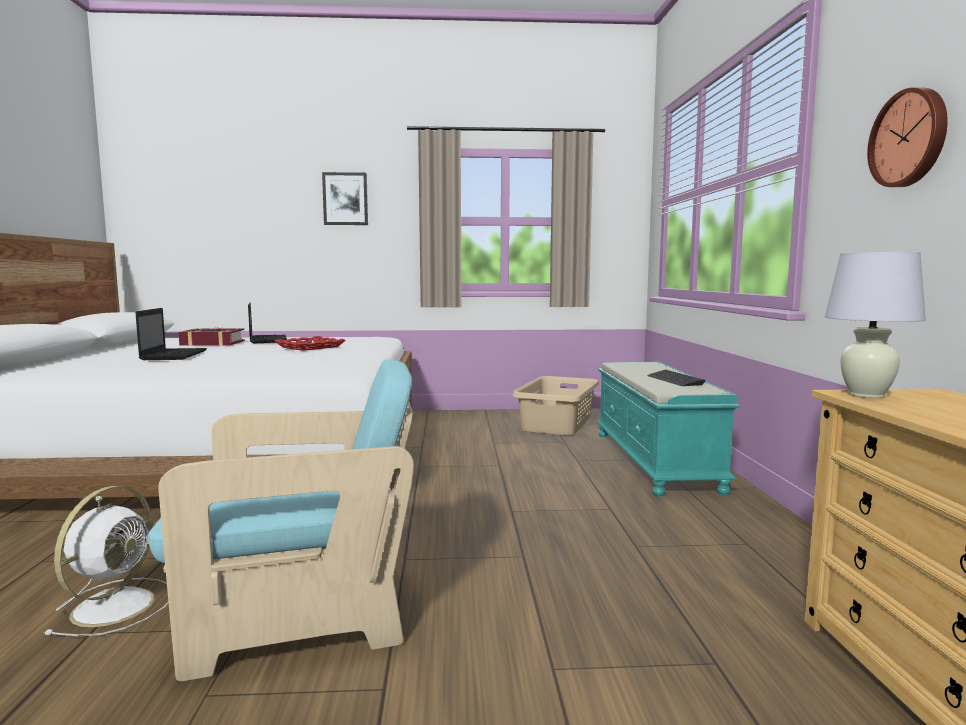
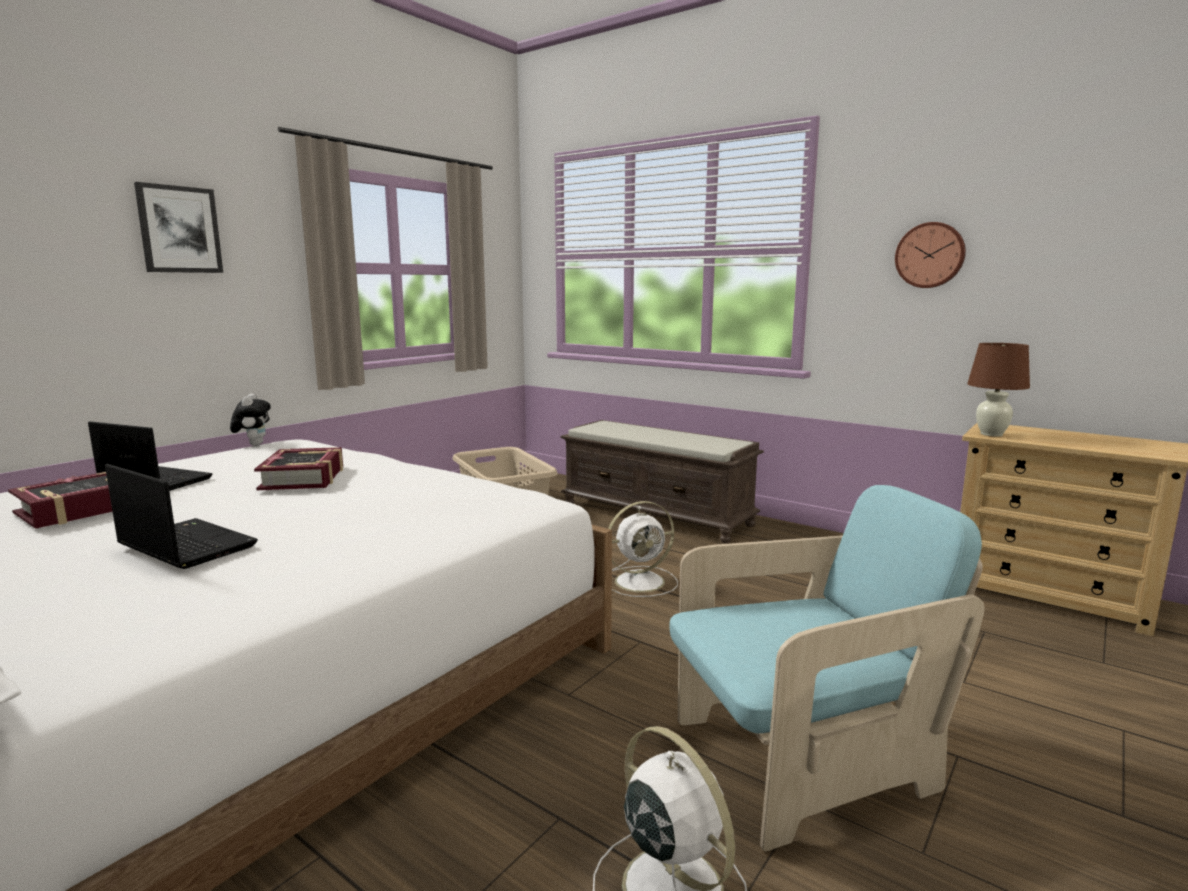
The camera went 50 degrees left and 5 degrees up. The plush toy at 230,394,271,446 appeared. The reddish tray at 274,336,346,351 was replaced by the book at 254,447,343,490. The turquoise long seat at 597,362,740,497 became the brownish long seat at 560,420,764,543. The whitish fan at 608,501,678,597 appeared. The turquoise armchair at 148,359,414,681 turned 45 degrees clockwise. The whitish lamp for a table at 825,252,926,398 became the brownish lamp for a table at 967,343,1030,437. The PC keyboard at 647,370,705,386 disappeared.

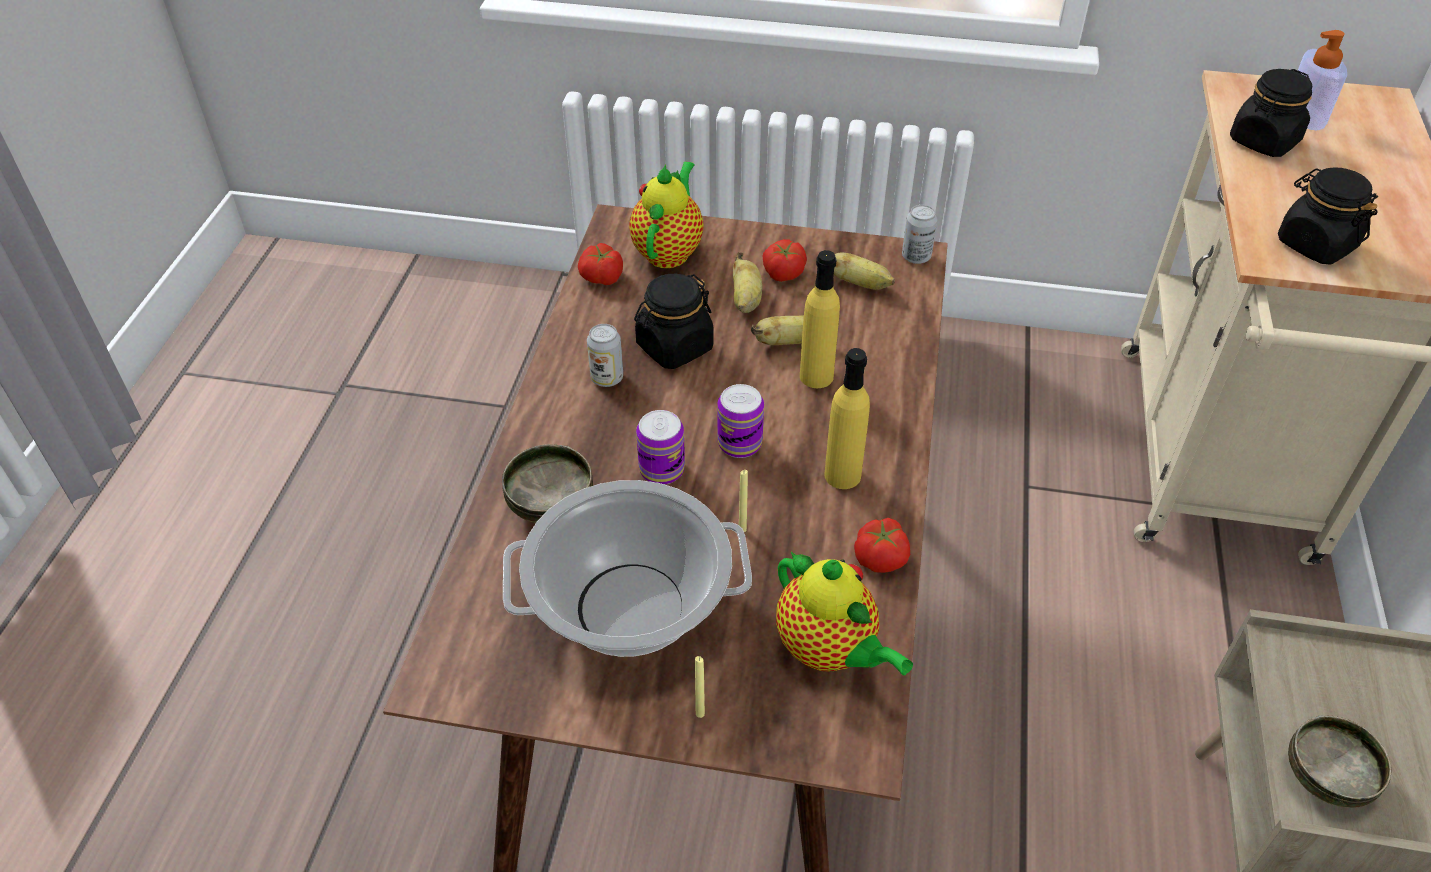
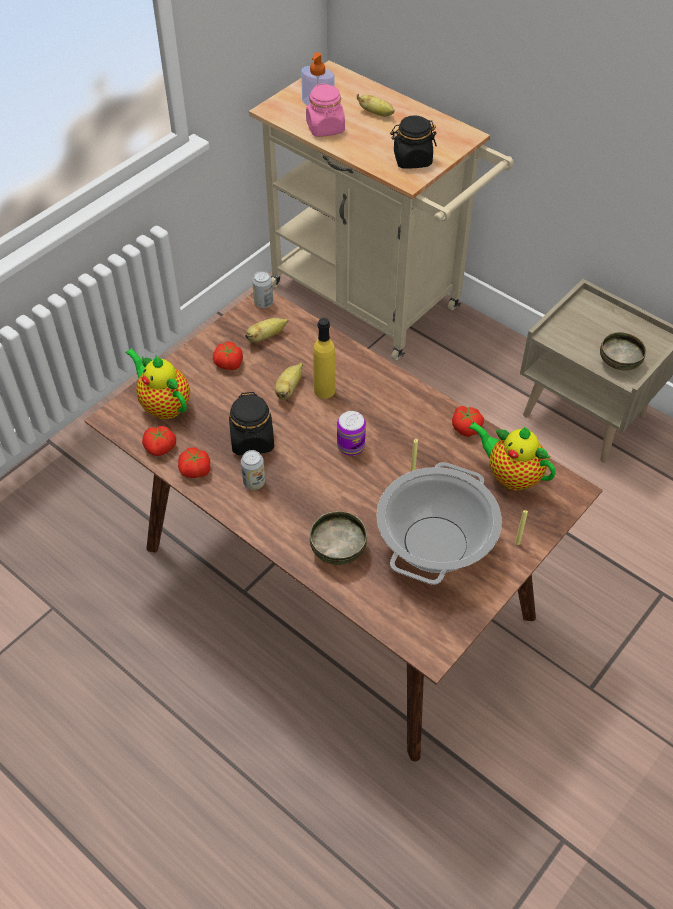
The camera went 60 degrees left and 5 degrees up. The tomato at 178,447,210,478 appeared. The black jar at 1230,69,1312,157 became the pink-coloured jar at 306,83,345,137. The banana fruit moved from 733,252,762,313 to 357,94,395,117. The pot for tea at 776,552,913,675 turned 135 degrees counterclockwise. The sealed can at 636,410,685,485 disappeared. The yellow beverage bottle at 824,348,870,489 disappeared.

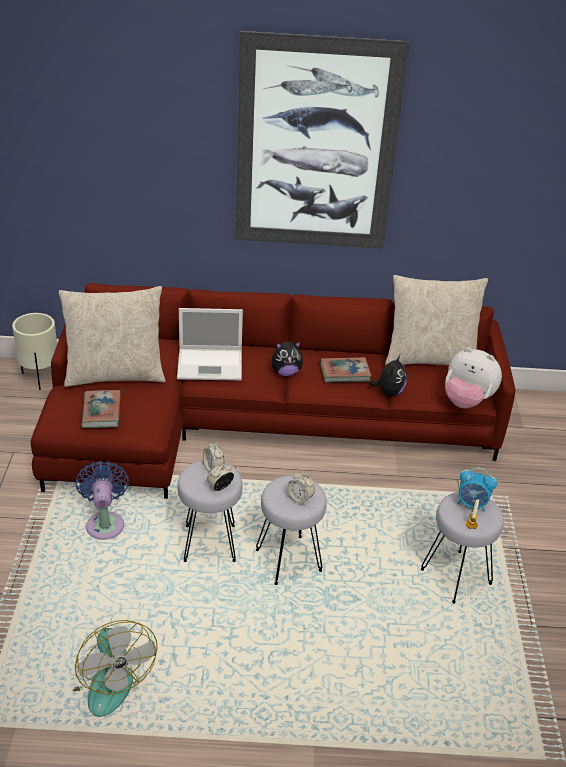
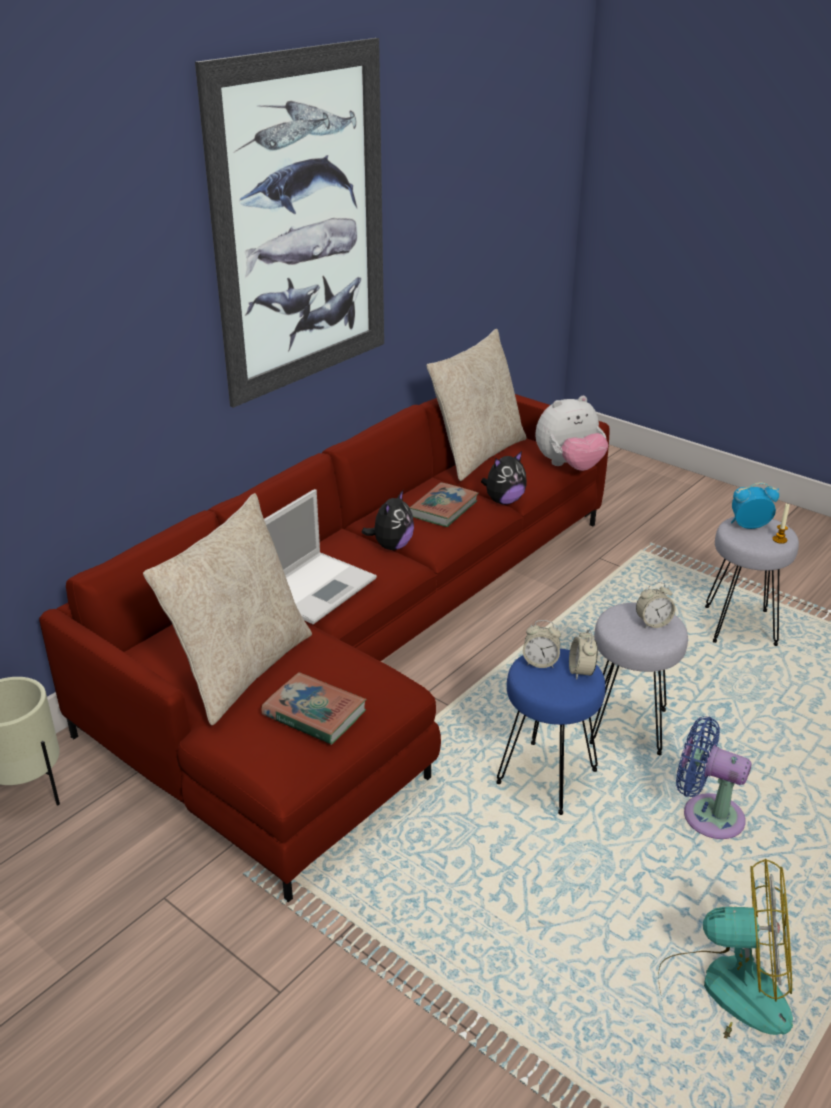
The camera went 50 degrees left and 5 degrees down. The plush toy at 369,355,407,397 turned 90 degrees clockwise. The grey stool at 177,460,243,562 became the bluish stool at 496,649,606,815. The bluish fan moved from 76,461,129,540 to 676,716,752,839. The table clock at 457,468,497,512 turned 150 degrees counterclockwise.

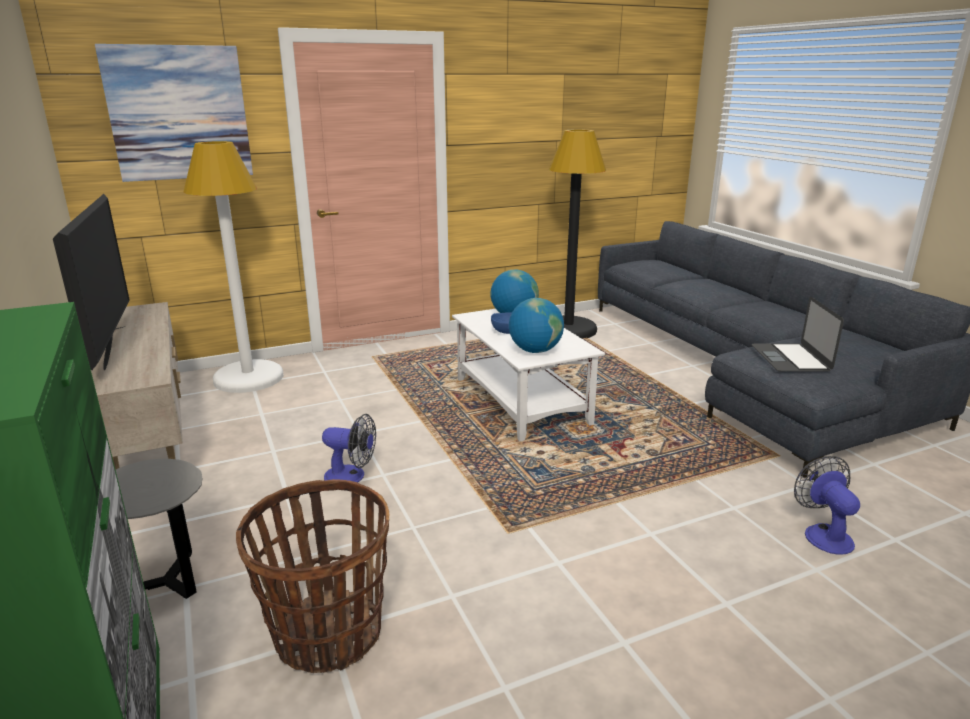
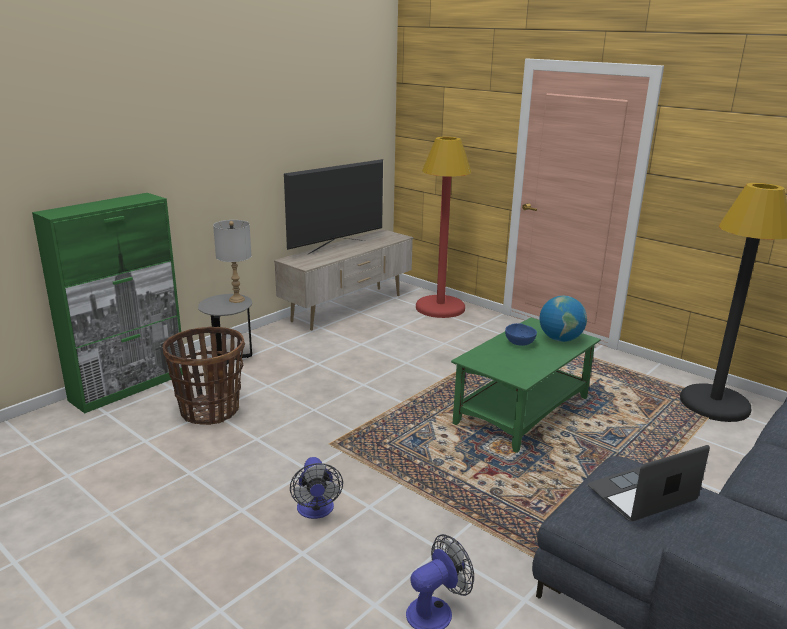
The camera went 65 degrees right and 0 degrees up. The grey lamp for a table at 213,220,252,303 appeared. The fan moved from 322,414,376,482 to 290,457,343,519. The whitish standing lamp at 184,141,283,393 became the reddish standing lamp at 416,137,472,318. The whitish low table at 452,309,605,441 became the green low table at 451,317,601,453. The wall picture at 95,44,253,182 disappeared. The desk globe at 509,298,564,353 disappeared.

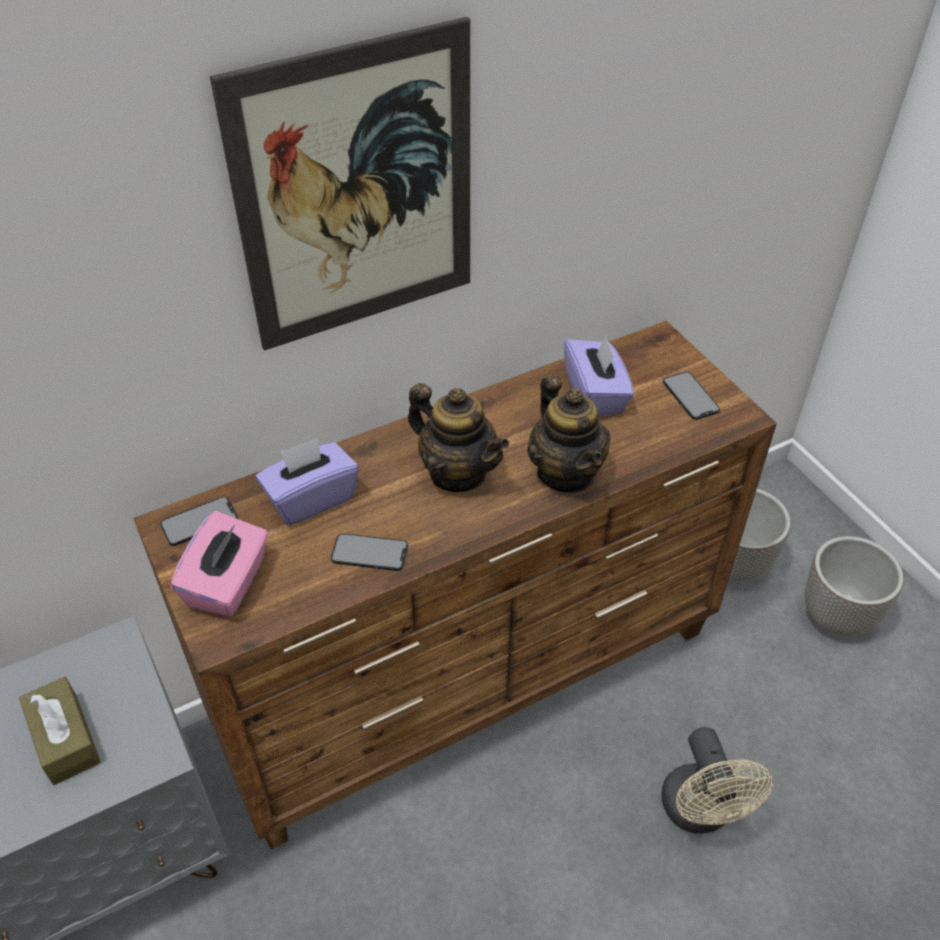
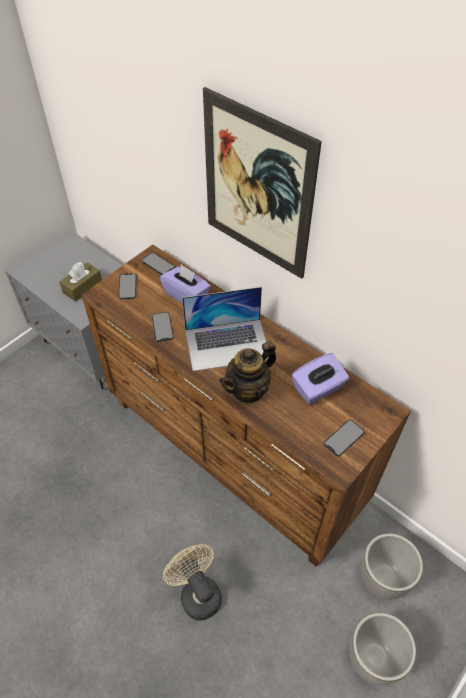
The camera went 70 degrees right and 5 degrees up. The pink-coloured tissue box at 171,511,268,617 was replaced by the telephone at 119,273,137,299. The sand-coloured fan at 661,727,773,834 turned 90 degrees clockwise. The pot for tea at 408,383,509,492 was replaced by the portable computer at 182,287,268,371.

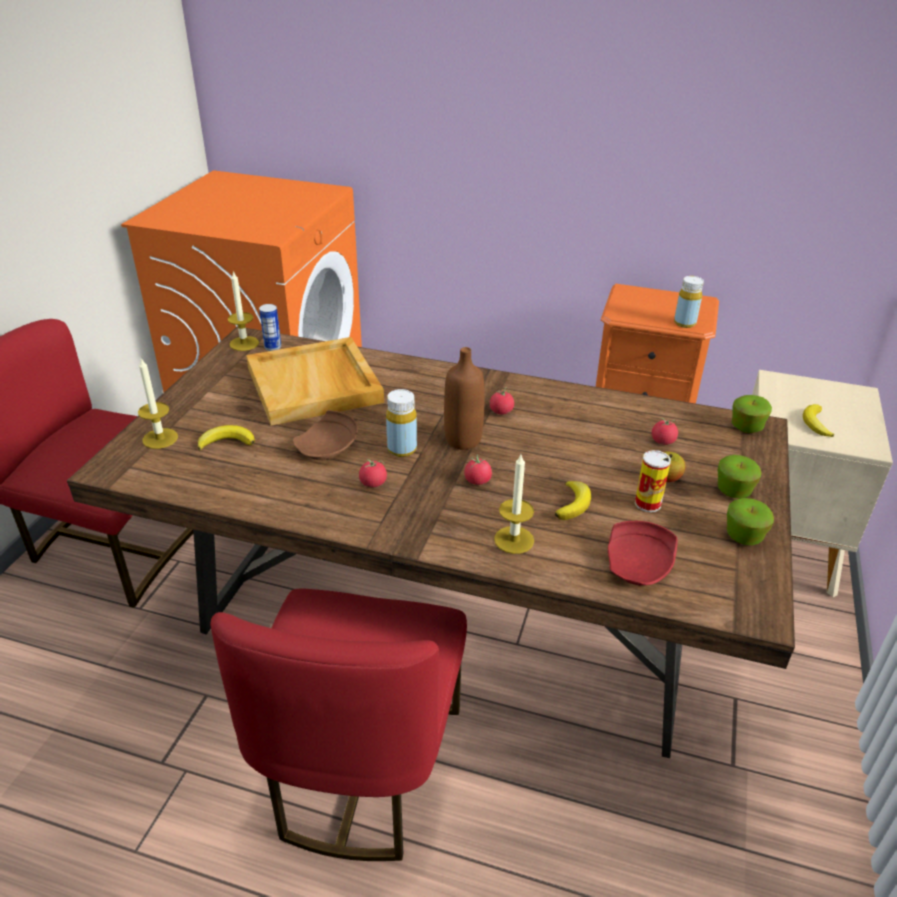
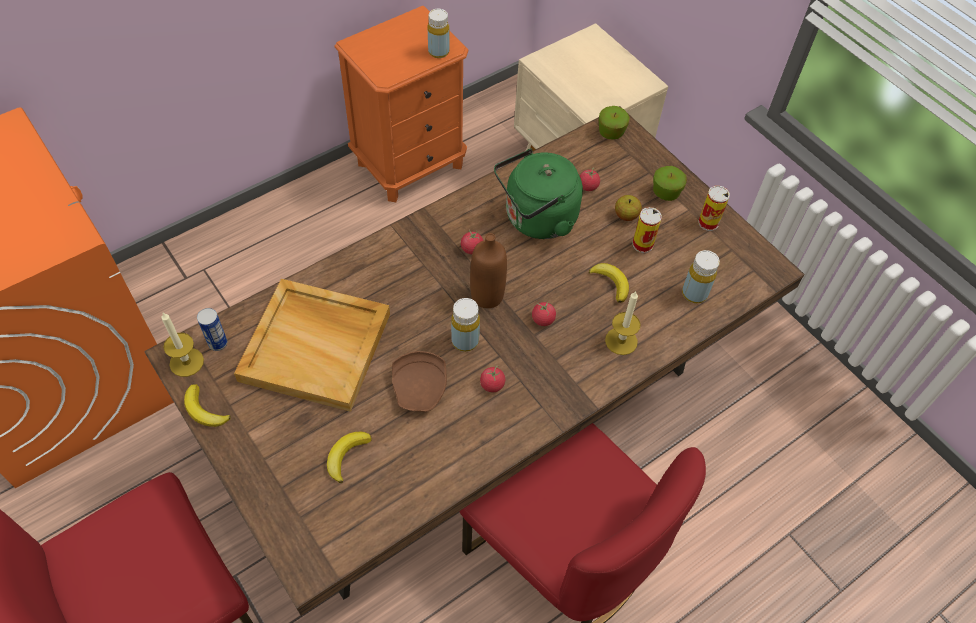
The camera went 55 degrees left and 20 degrees up. The banana fruit moved from 803,404,834,437 to 184,384,231,427. The green tea kettle at 494,148,583,239 appeared. The reddish flat dish at 608,521,678,585 was replaced by the yellow beverage bottle at 682,250,720,303. The whole apple at 727,498,774,545 was replaced by the sealed can at 698,186,730,231. The candle at 138,357,178,449 disappeared.

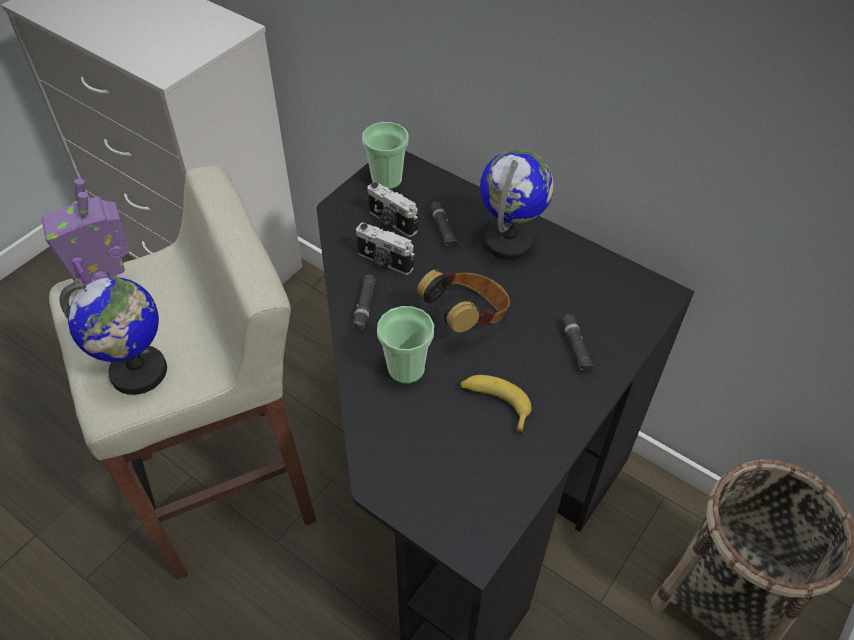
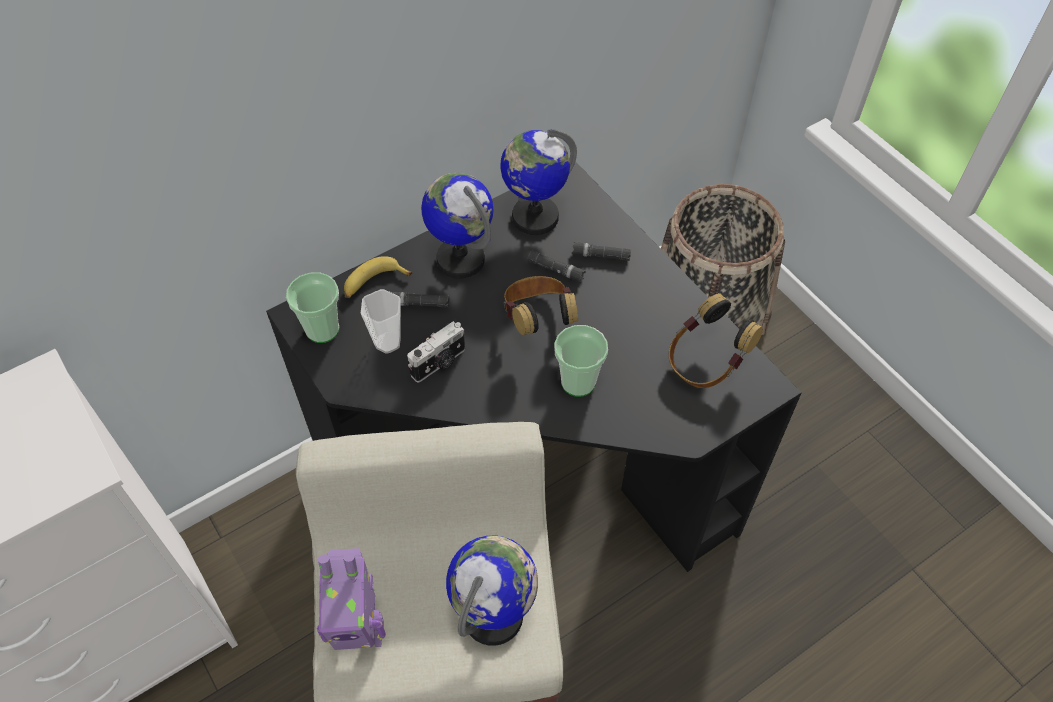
The camera went 70 degrees left and 5 degrees up. The banana fruit moved from 460,375,532,434 to 344,256,412,298. The still camera at 367,182,418,237 was replaced by the drinking cup at 361,289,401,353. The desk globe at 500,129,577,235 appeared. The black flashlight moved from 353,275,376,331 to 527,250,586,282. The pair of headphones at 668,293,763,388 appeared.

